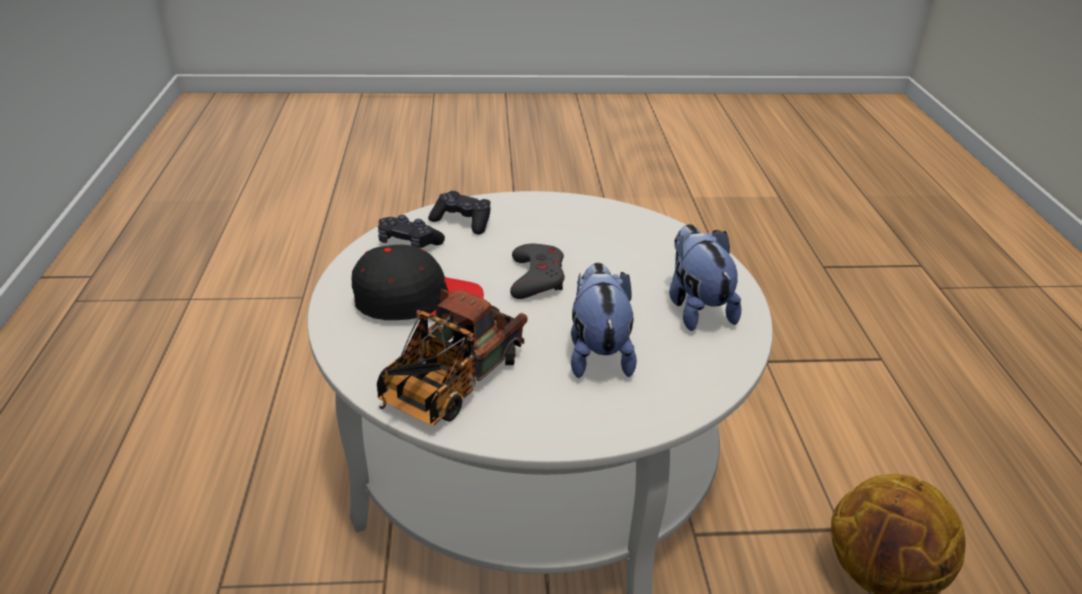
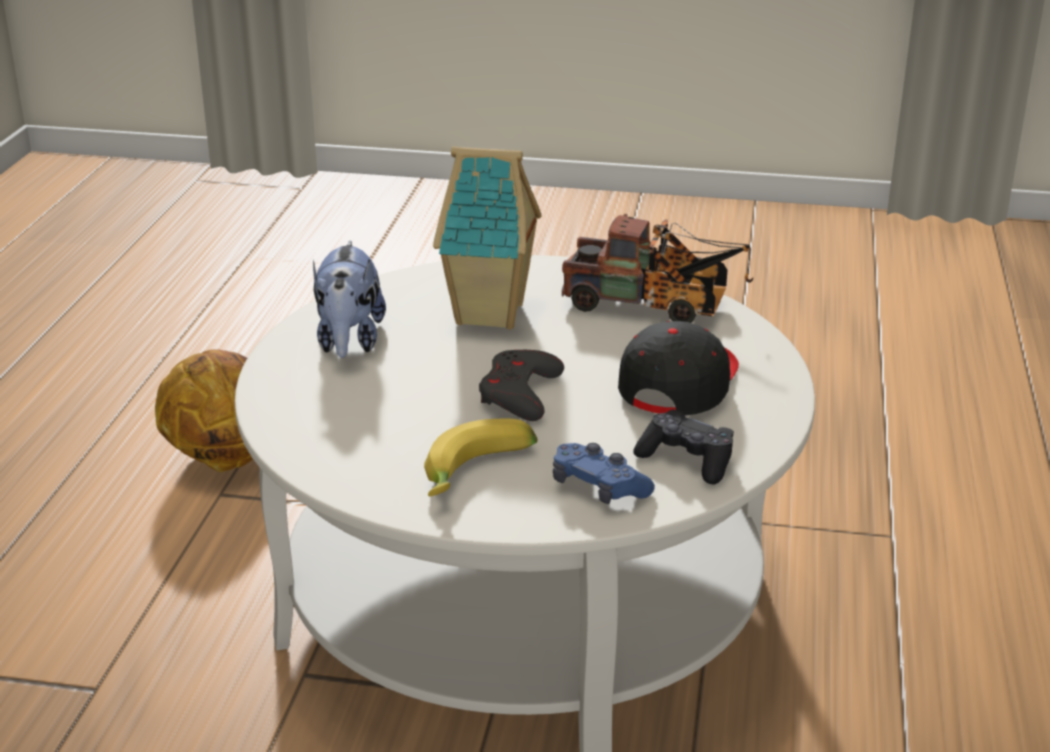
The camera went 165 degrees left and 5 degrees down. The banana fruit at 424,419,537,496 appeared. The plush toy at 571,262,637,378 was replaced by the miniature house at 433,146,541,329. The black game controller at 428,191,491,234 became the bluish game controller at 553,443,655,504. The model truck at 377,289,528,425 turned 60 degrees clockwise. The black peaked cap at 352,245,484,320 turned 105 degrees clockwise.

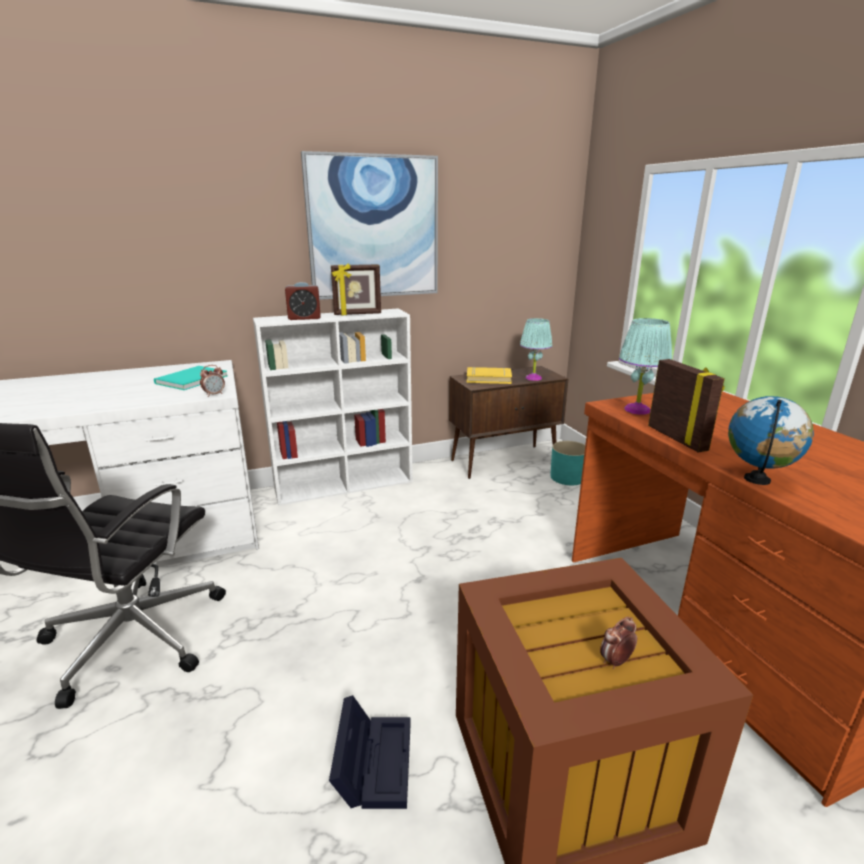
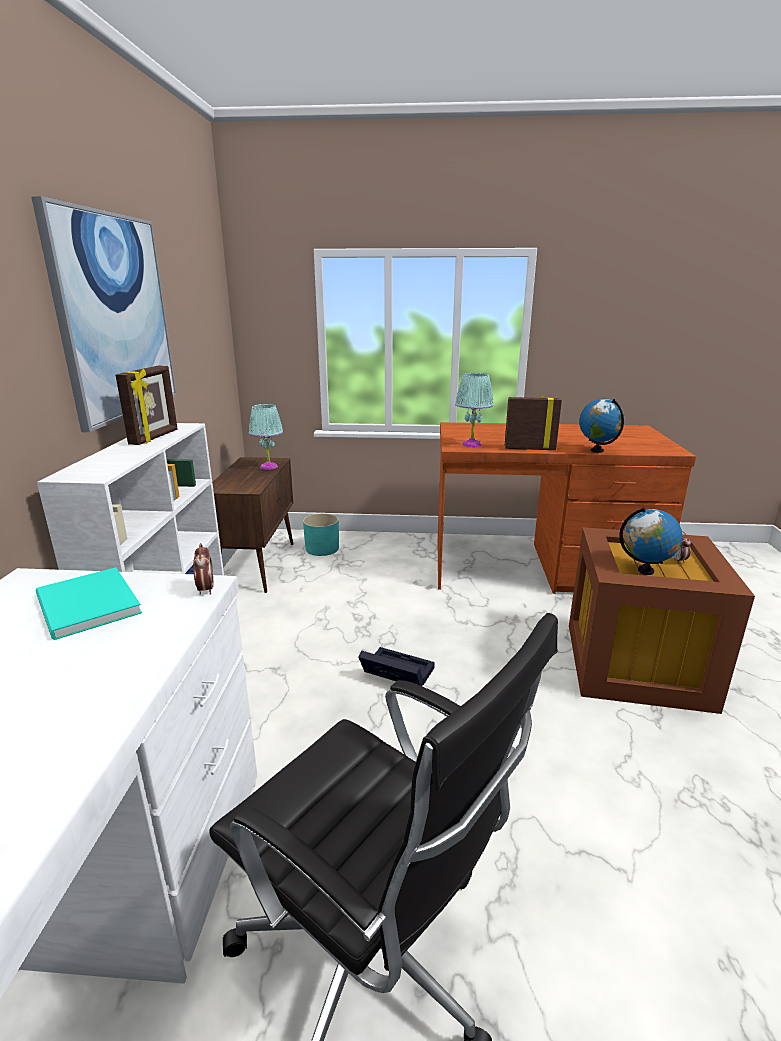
The camera went 65 degrees left and 0 degrees up. The black storage bin moved from 329,695,411,809 to 358,647,435,686. The desk globe at 619,507,682,575 appeared. The table clock at 285,282,321,320 disappeared. The yellow book at 467,367,512,384 disappeared.

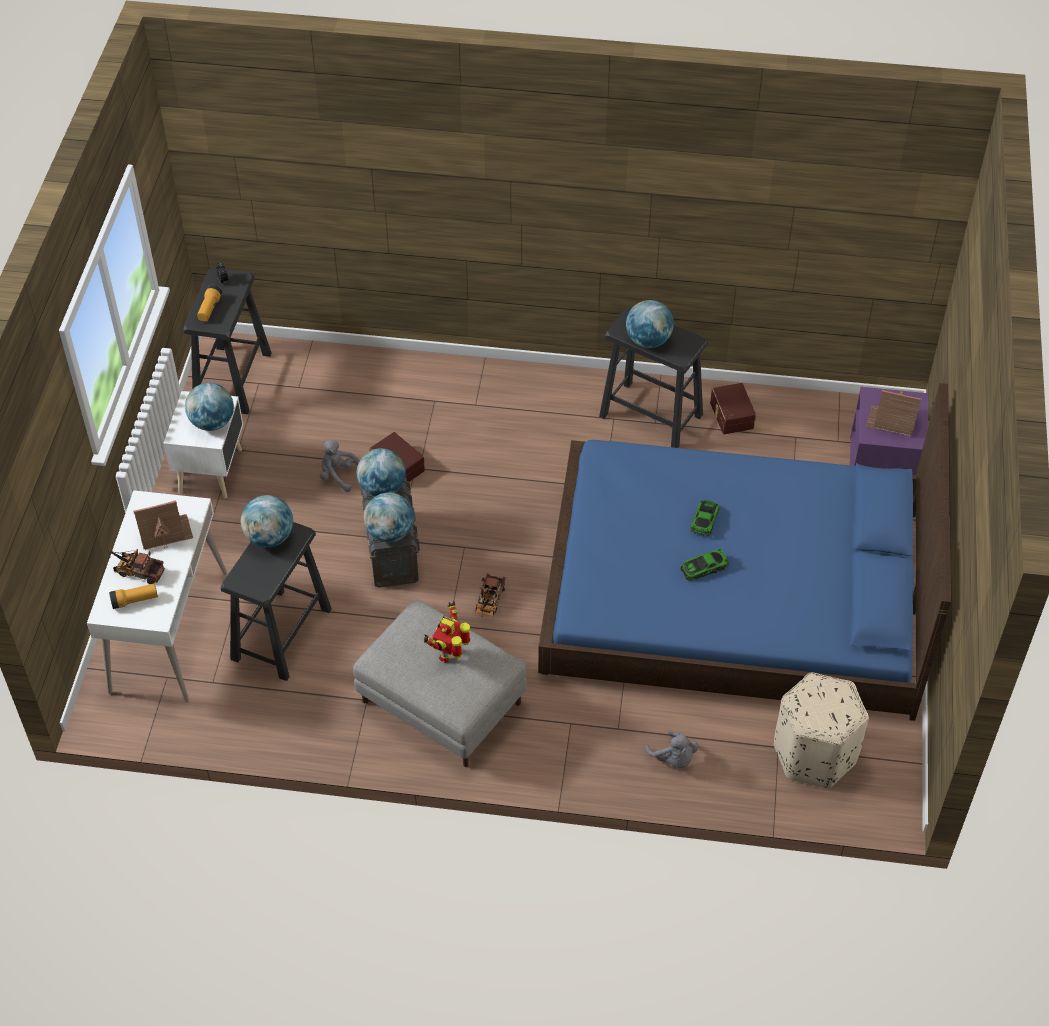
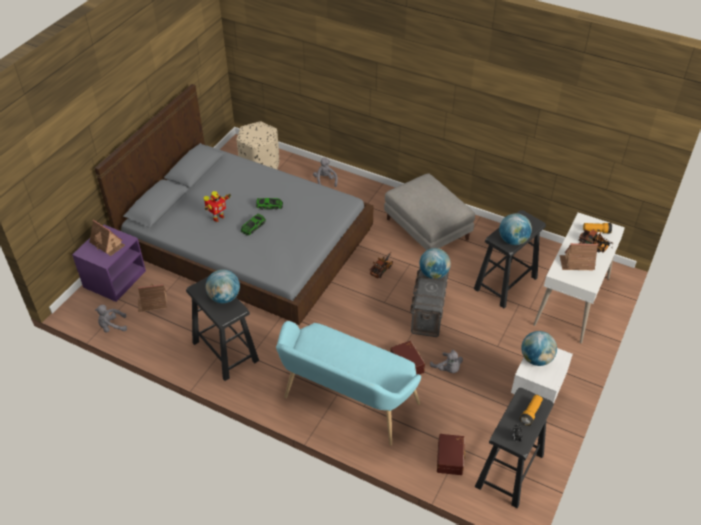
The camera went 160 degrees left and 5 degrees down. The bluish bed at 538,383,951,721 became the grey bed at 95,84,374,325. The grey plush toy at 95,305,127,333 appeared. The miniature house at 138,283,167,312 appeared. The model robot moved from 424,601,471,663 to 204,191,231,222. The turquoise long seat at 276,321,421,445 appeared. The brownish storage bin moved from 710,383,756,434 to 437,434,466,475. The desk globe at 357,448,406,496 disappeared.

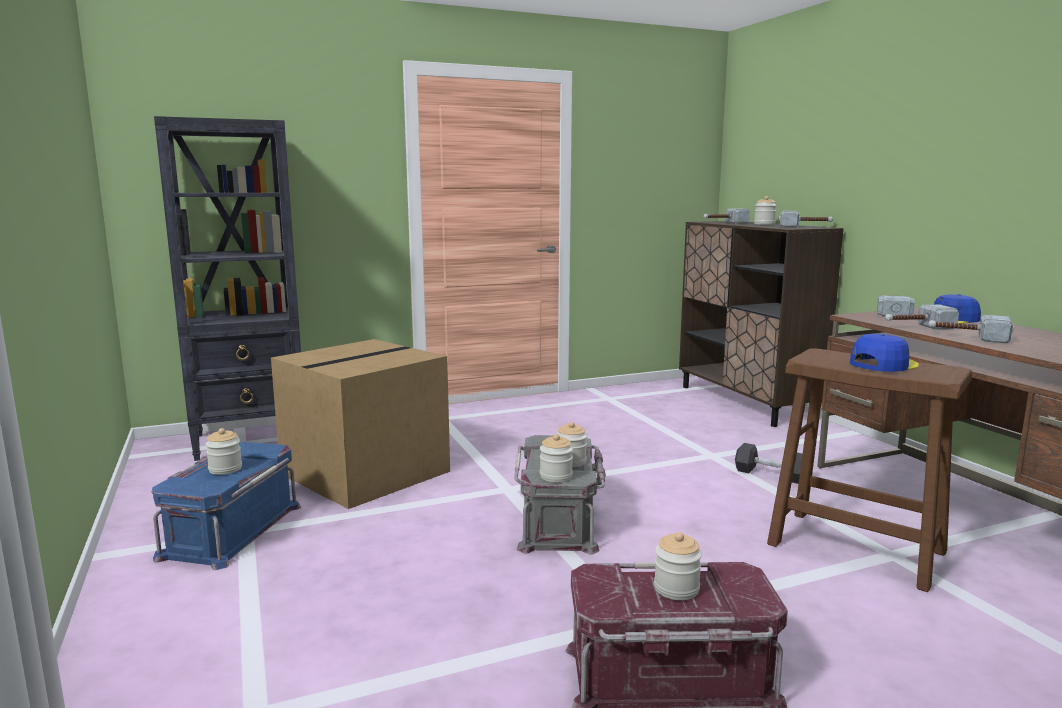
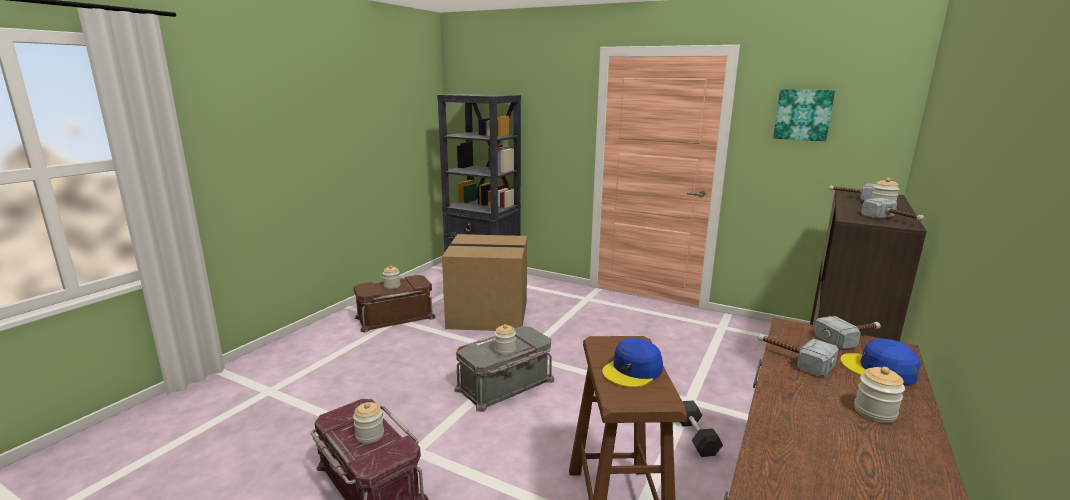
The camera went 50 degrees right and 5 degrees up. The bluish storage bin at 151,442,301,570 became the brownish storage bin at 354,275,436,332. The bluish peaked cap at 850,334,919,372 turned 120 degrees clockwise. The wall picture at 773,89,835,141 appeared. The jar moved from 540,434,573,482 to 854,367,905,423. The hammer at 928,315,1014,343 disappeared.

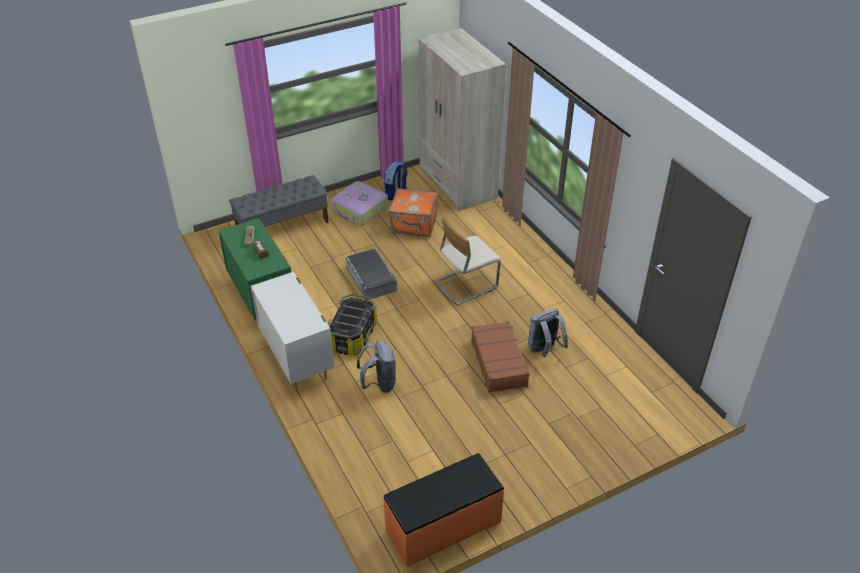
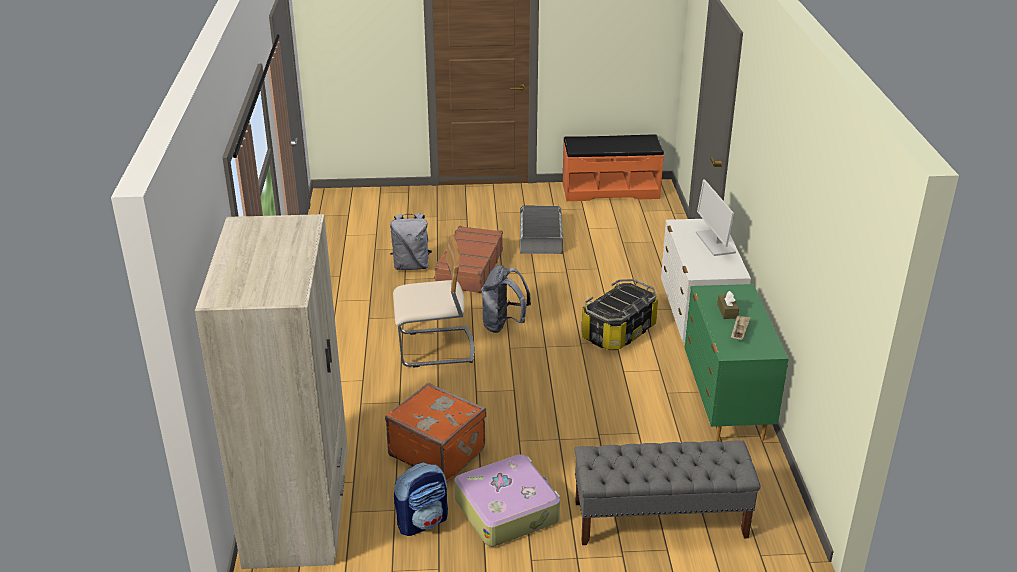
The camera went 155 degrees left and 10 degrees down. The grey rucksack moved from 357,340,396,393 to 481,265,531,333. The grey storage bin moved from 346,249,397,301 to 520,206,563,254. The monitor at 696,179,736,256 appeared.

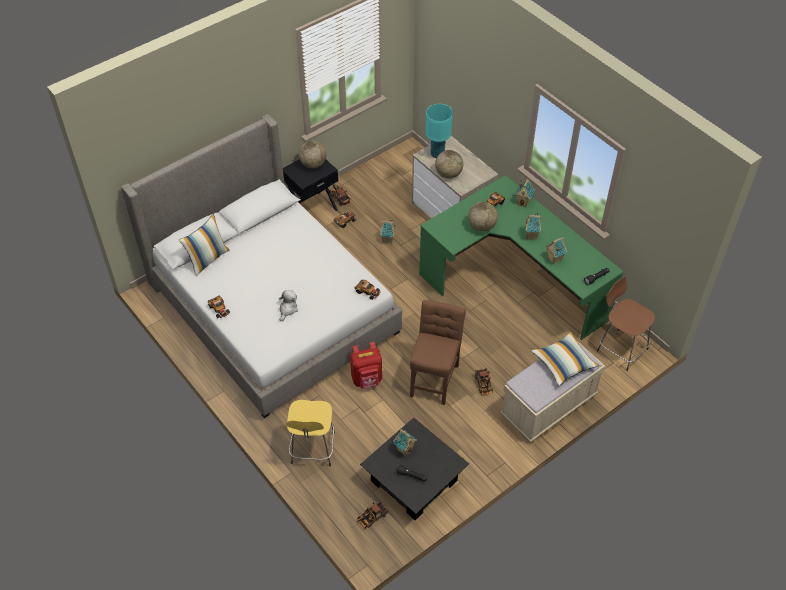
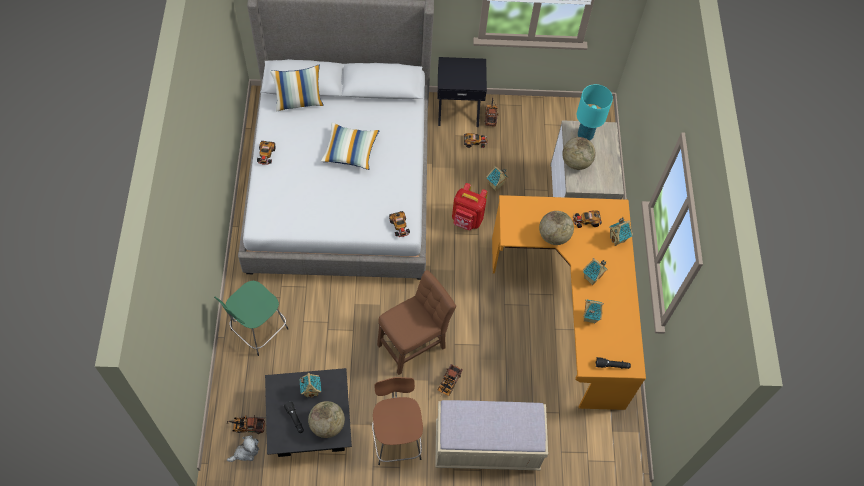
The camera went 35 degrees right and 10 degrees up. The yellow stool at 286,400,335,466 became the green stool at 214,281,289,356. The plush toy moved from 279,290,298,321 to 227,435,259,462. The desk globe moved from 299,140,326,168 to 308,401,345,438. The cushion moved from 532,332,599,385 to 321,123,379,170. The brownish stool moved from 597,276,655,371 to 372,377,423,465. The reddish rucksack moved from 350,342,382,389 to 452,183,488,230. The green desk table at 419,175,624,340 became the orange desk table at 492,195,646,410.

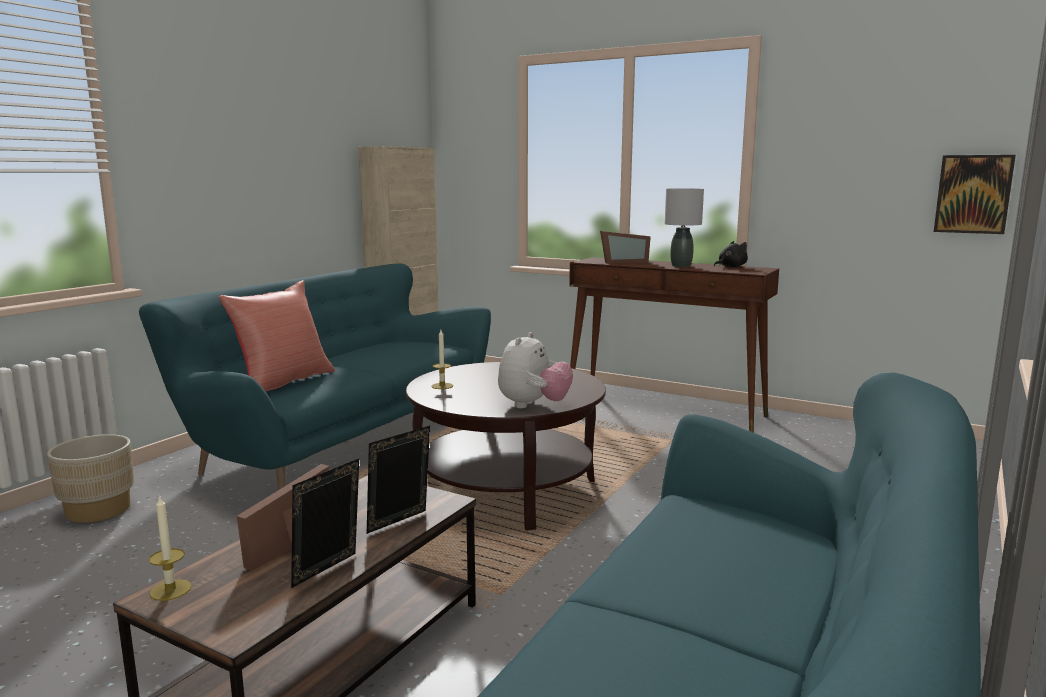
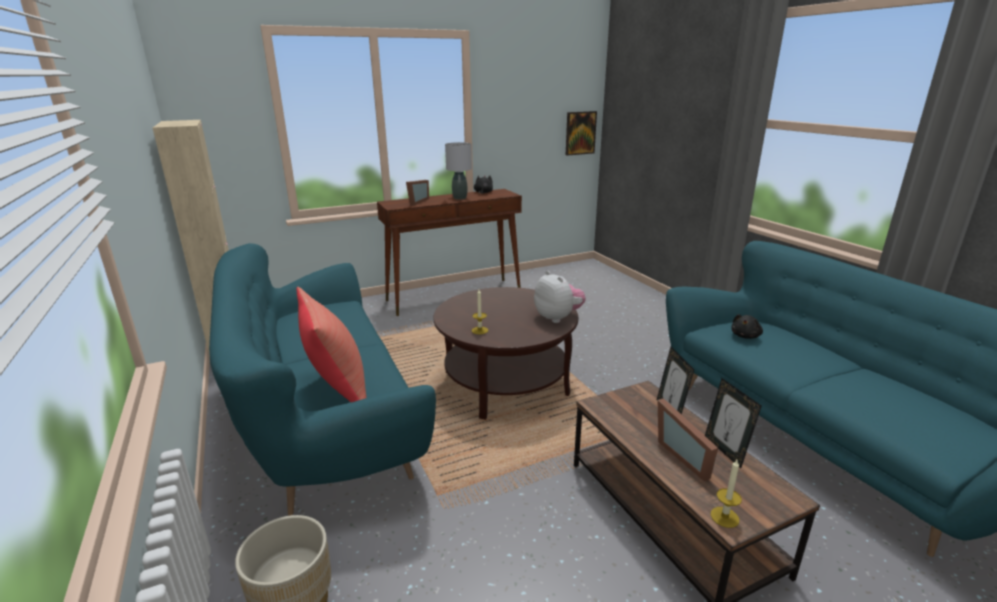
The camera went 55 degrees left and 10 degrees up. The black plush toy at 731,314,763,339 appeared.

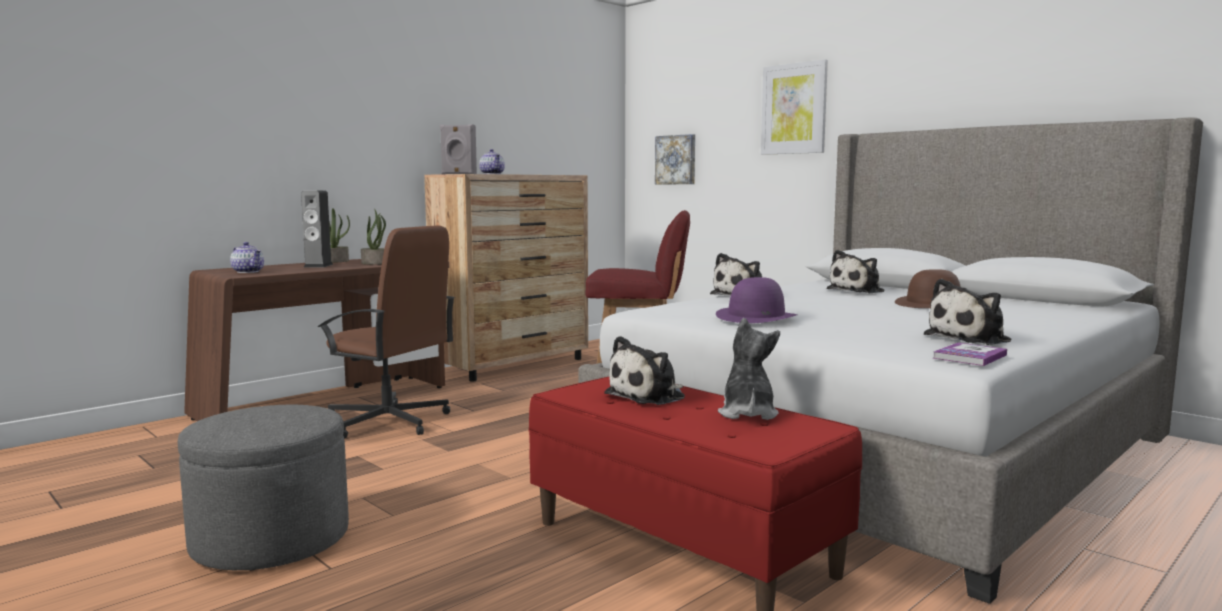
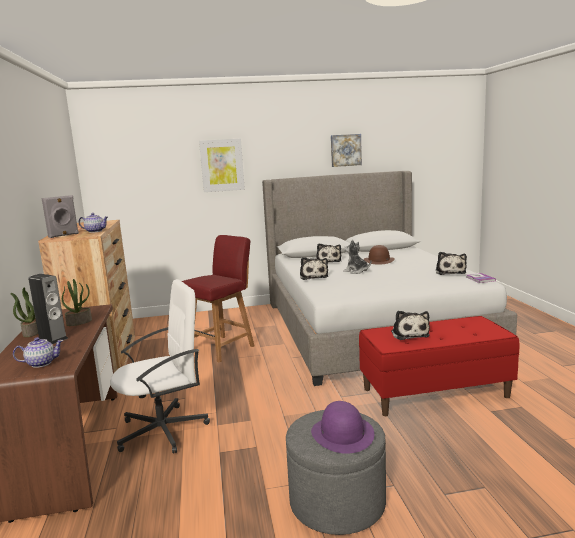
The camera went 55 degrees left and 5 degrees up. The brownish office chair at 318,226,455,439 became the whitish office chair at 110,279,210,454. The purplish clothing hat moved from 716,277,797,323 to 311,401,374,454. The wall picture moved from 655,134,695,184 to 331,134,362,167. The plush toy moved from 718,318,780,420 to 343,240,371,274.

